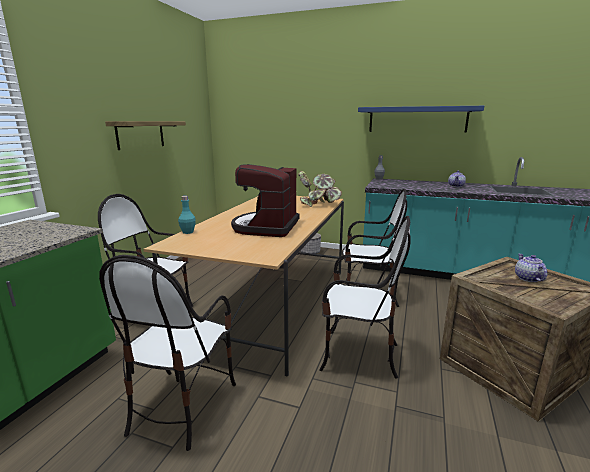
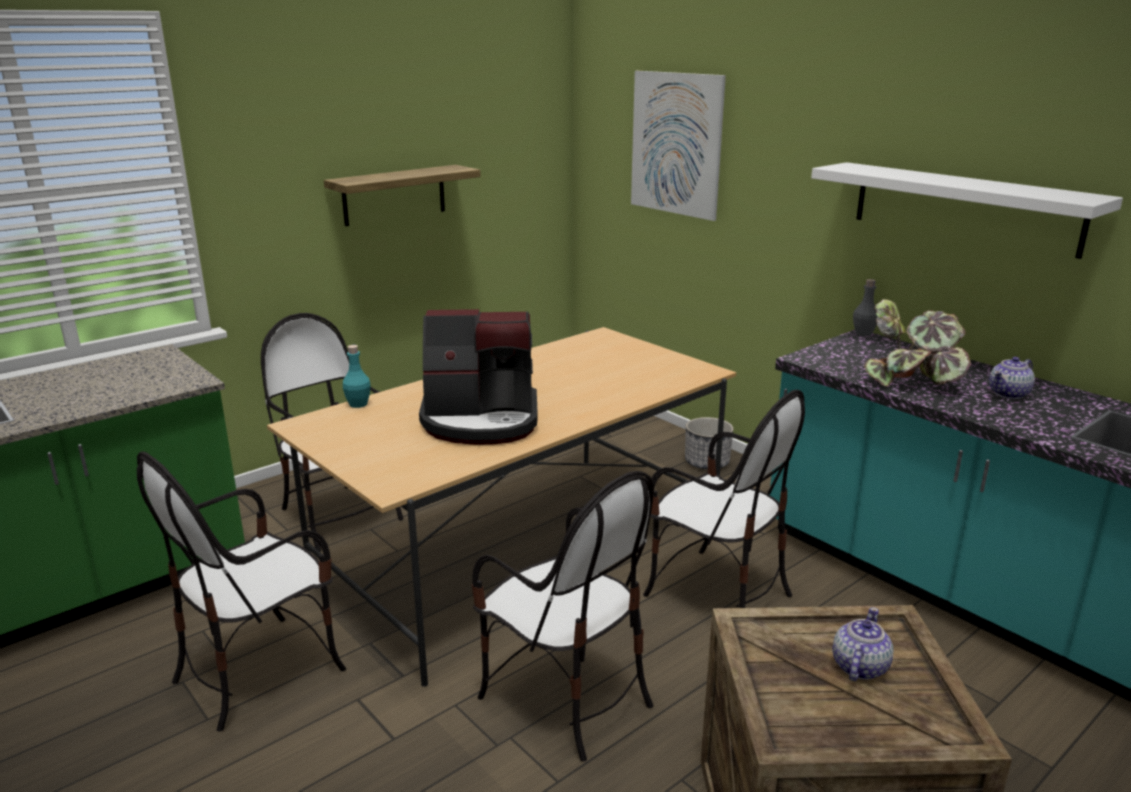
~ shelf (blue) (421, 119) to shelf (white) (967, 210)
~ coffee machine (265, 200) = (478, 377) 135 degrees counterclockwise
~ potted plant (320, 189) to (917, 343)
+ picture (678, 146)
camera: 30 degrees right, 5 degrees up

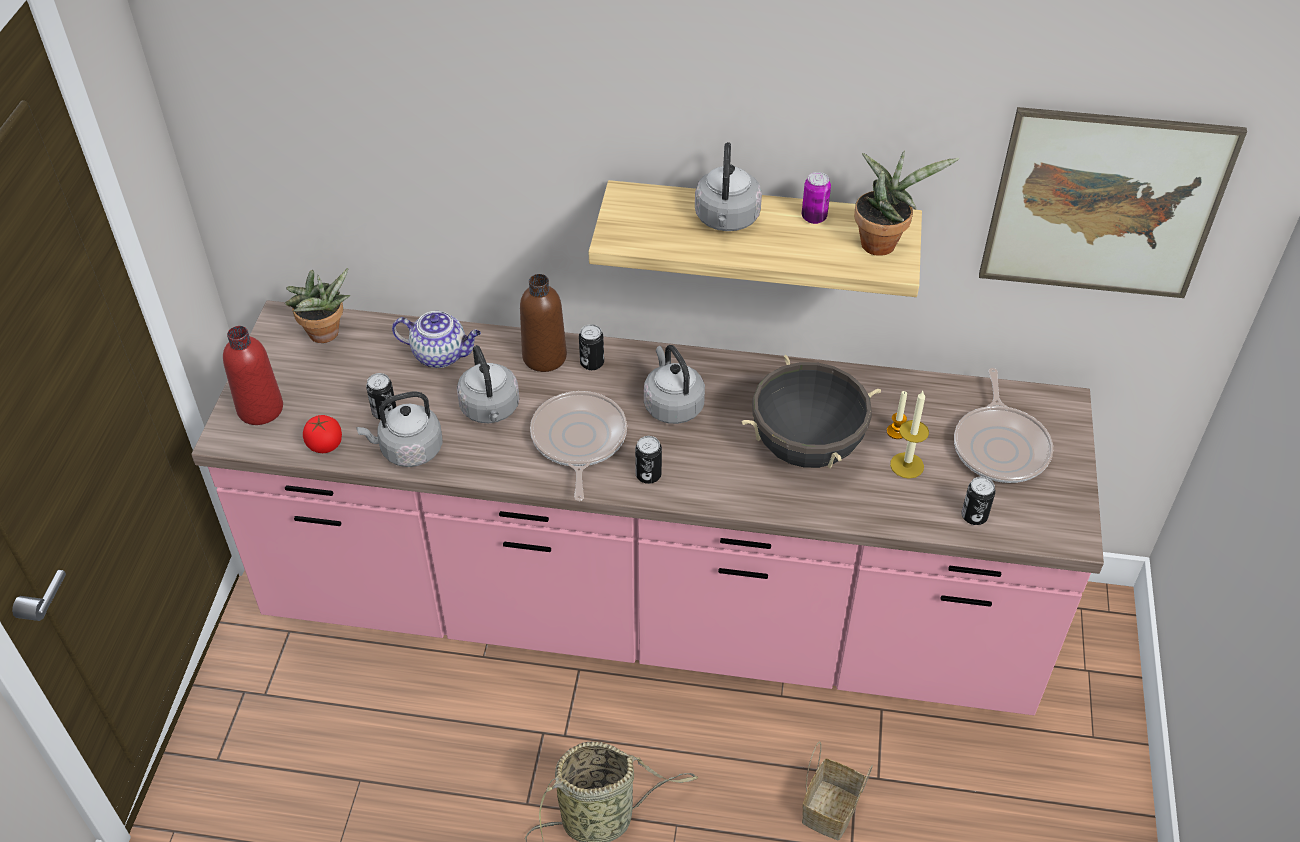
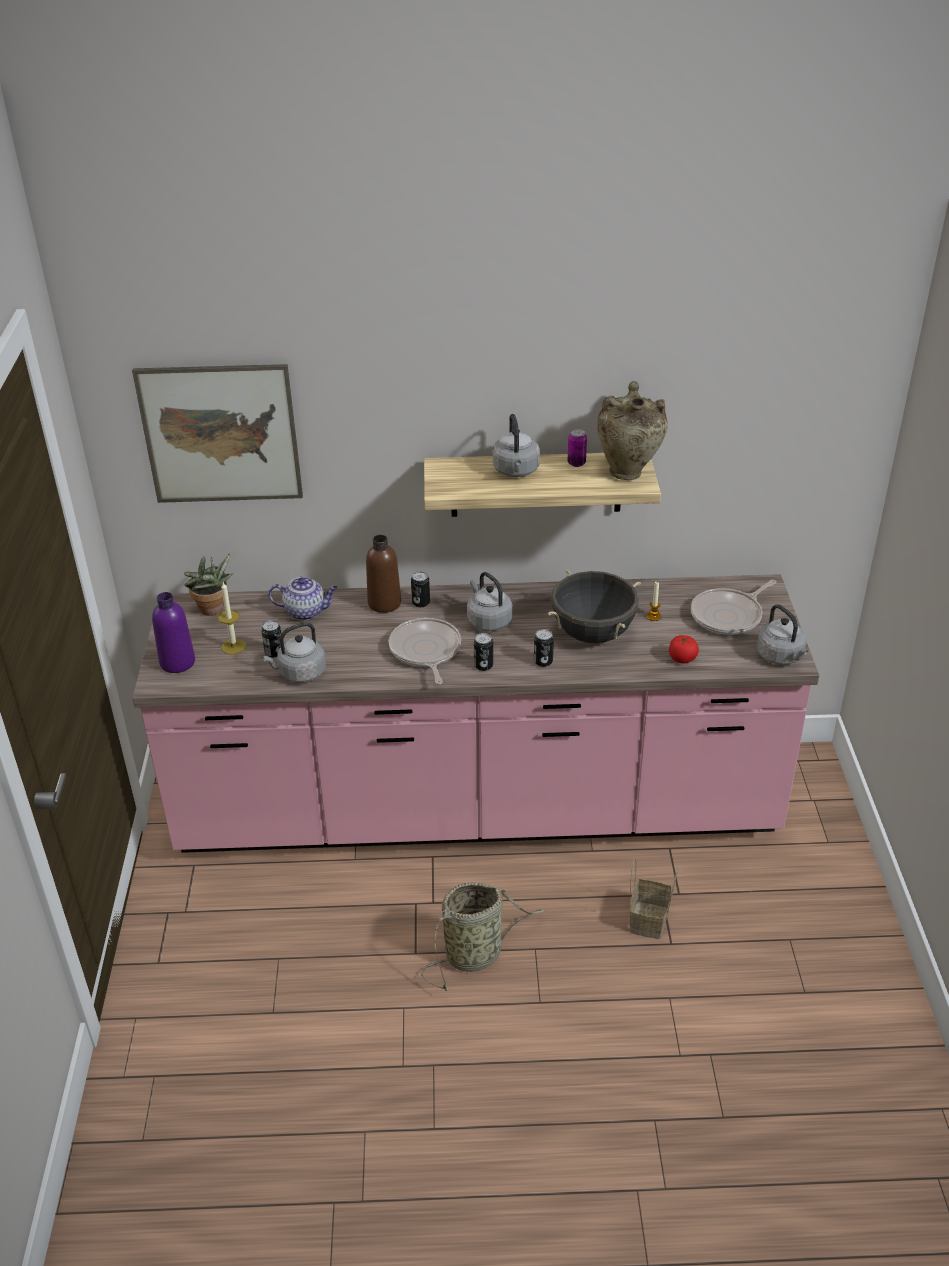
~ picture (1113, 202) to (217, 433)
~ potted plant (907, 203) to vase (beige) (632, 430)
~ bottle (red) (253, 375) to bottle (purple) (173, 632)
~ kettle (grey) (488, 384) to (782, 634)
~ frying pan (1003, 425) = (734, 607) 60 degrees clockwise
~ candle (909, 435) to (232, 618)
~ tomato (322, 434) to (684, 649)
~ can (978, 501) to (544, 648)
camera: 10 degrees left, 10 degrees down

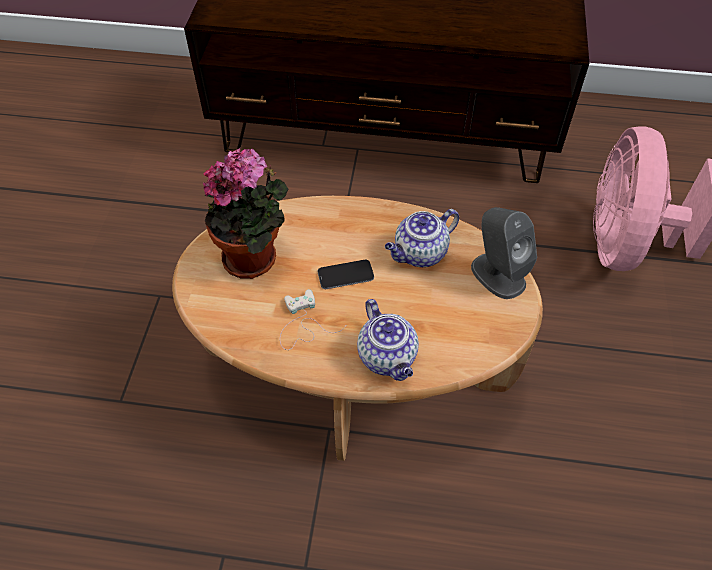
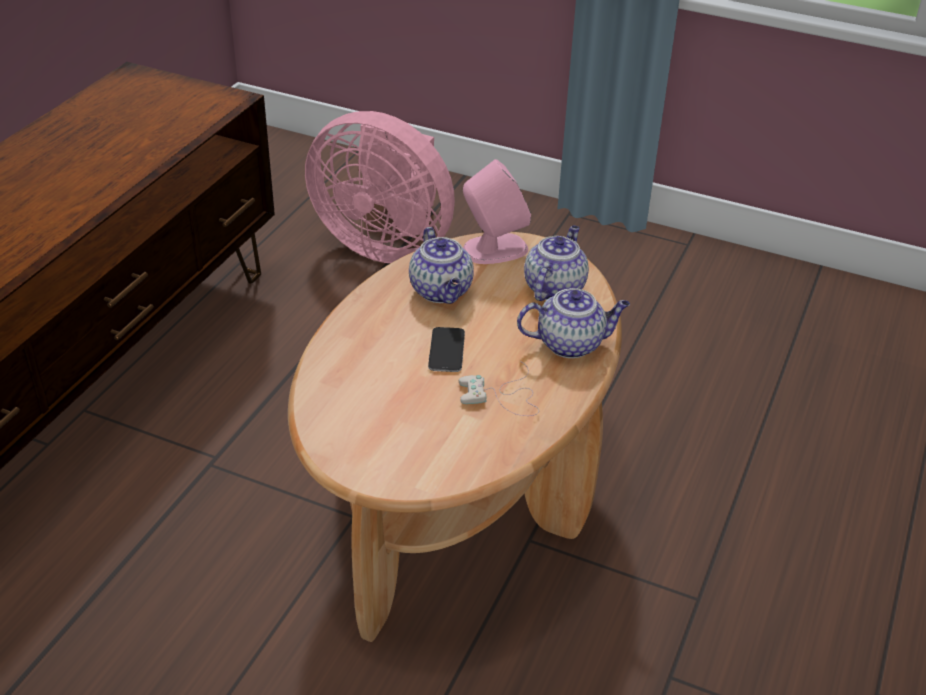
- potted plant (245, 213)
~ speaker (grey) (504, 253) to speaker (pink) (497, 211)
+ teapot (556, 263)
camera: 75 degrees left, 15 degrees down

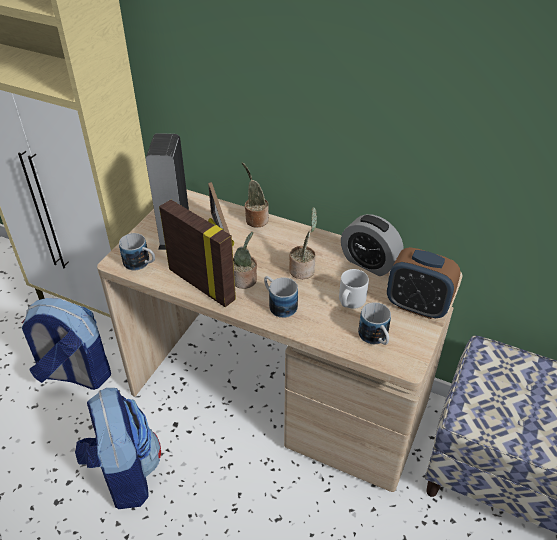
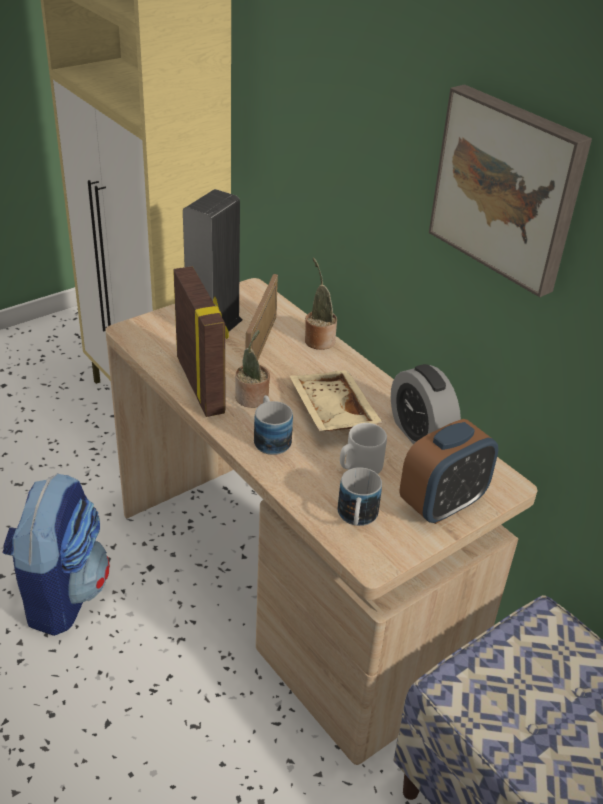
~ potted plant (303, 243) to tray (beige) (336, 400)
- mug (137, 251)
~ alarm clock (424, 283) = (448, 471) 90 degrees counterclockwise
- backpack (66, 344)
+ picture (510, 190)
camera: 25 degrees right, 5 degrees down

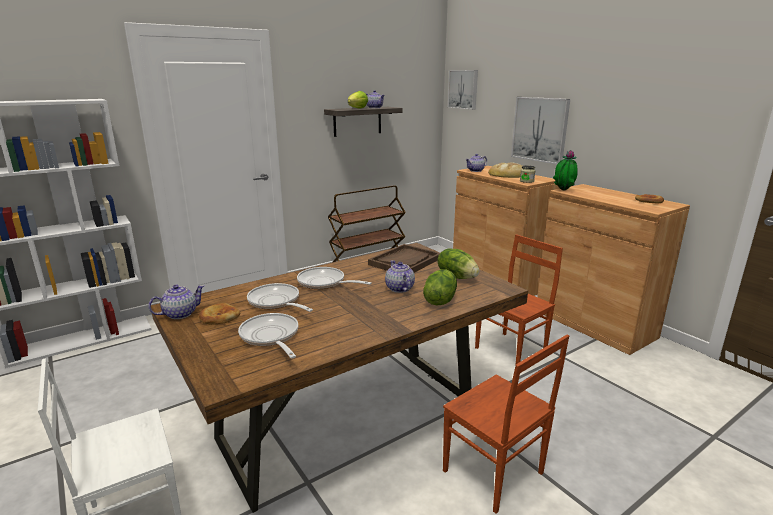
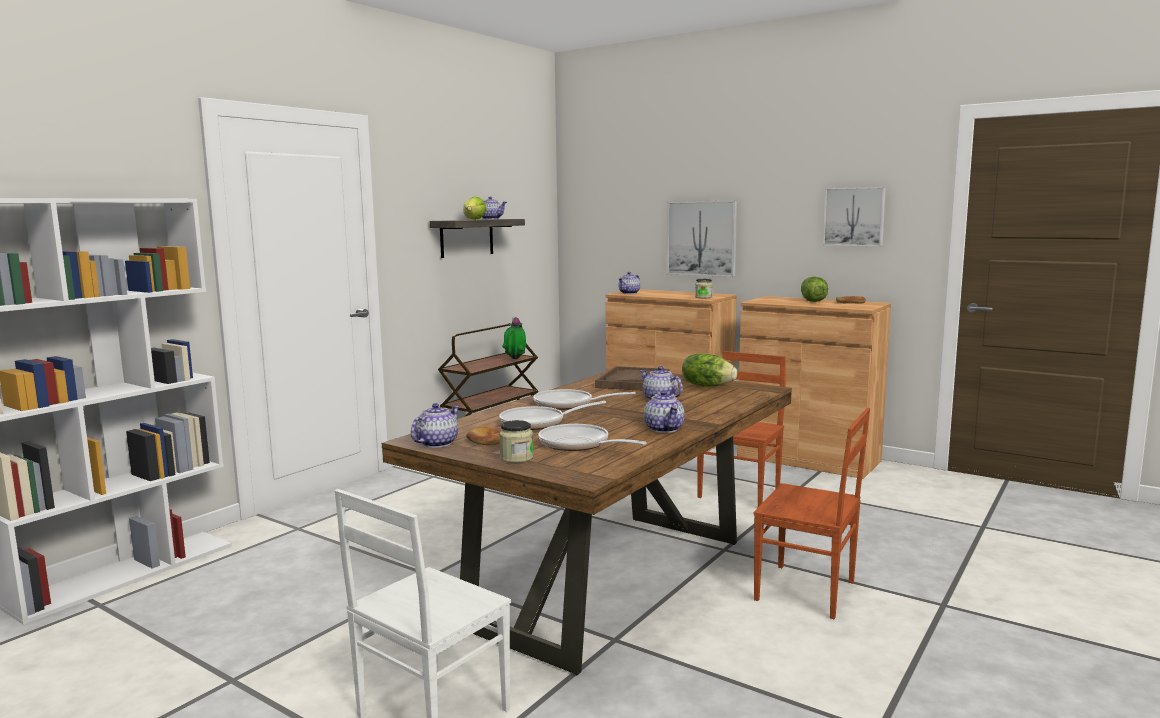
~ picture (463, 90) to (854, 216)
~ potted plant (565, 170) to (514, 338)
- bread (505, 170)
~ lettuce (440, 287) to (814, 289)
~ frying pan (280, 297) = (552, 415) 45 degrees counterclockwise
+ teapot (664, 412)
+ jar (516, 441)
camera: 20 degrees left, 10 degrees down

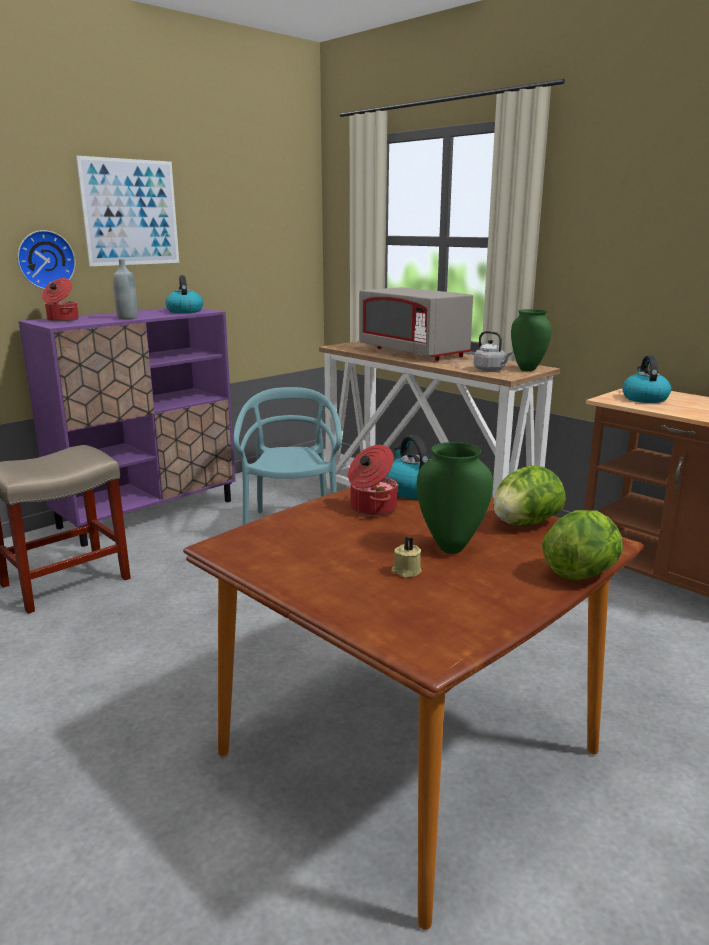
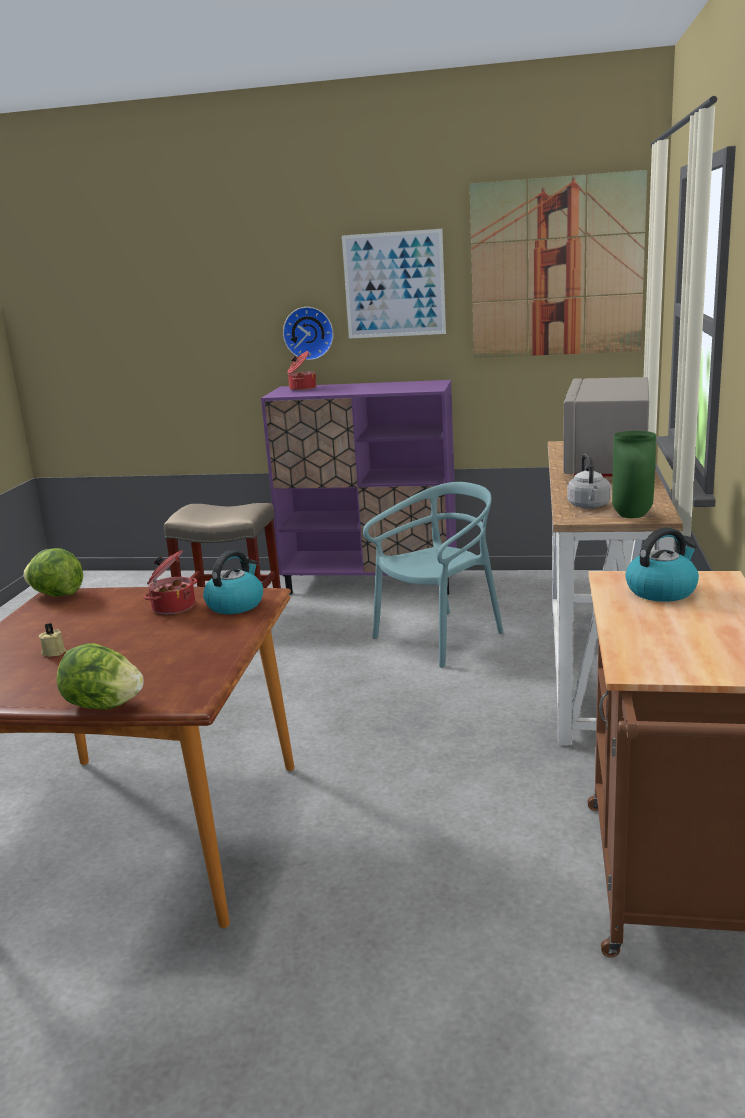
- bottle (grey) (125, 289)
- kettle (184, 294)
- vase (green) (455, 498)
~ lettuce (529, 496) to (53, 572)
+ picture (558, 264)
camera: 55 degrees right, 0 degrees up

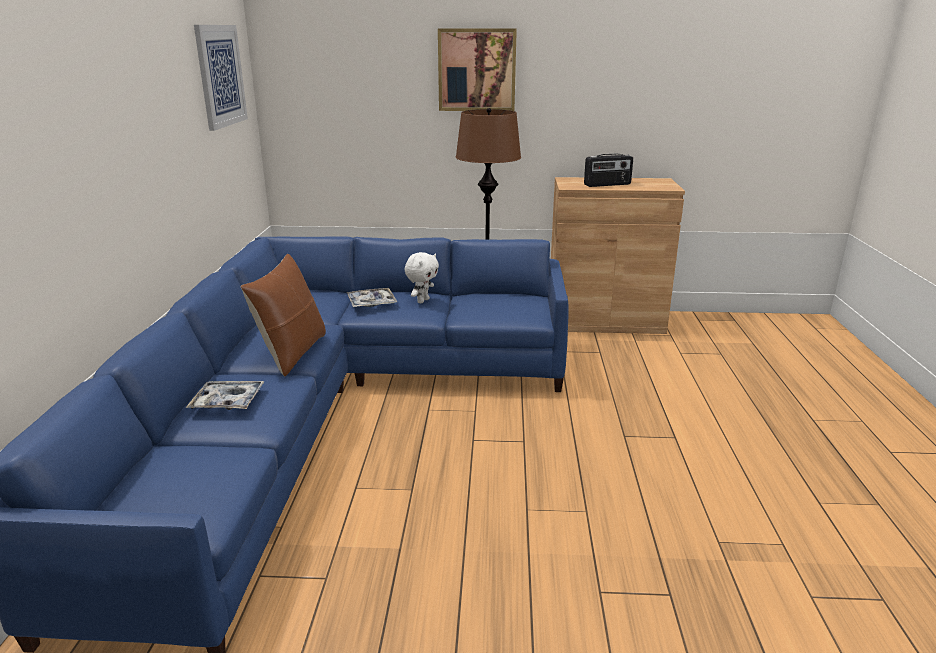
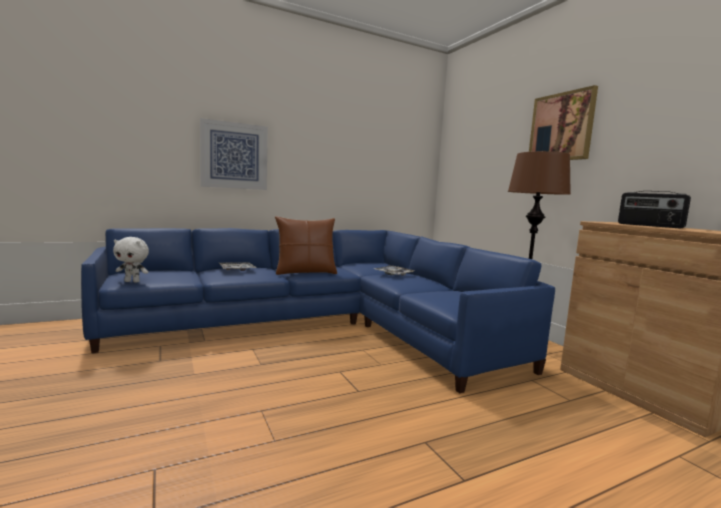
~ picture (221, 78) to (234, 154)
~ plush toy (white) (422, 277) to (131, 259)
camera: 60 degrees right, 15 degrees down

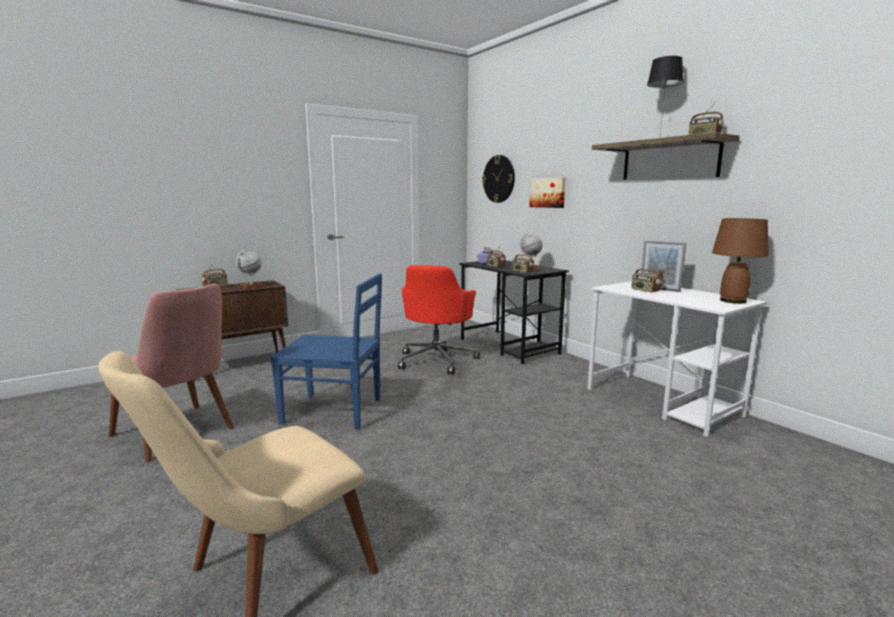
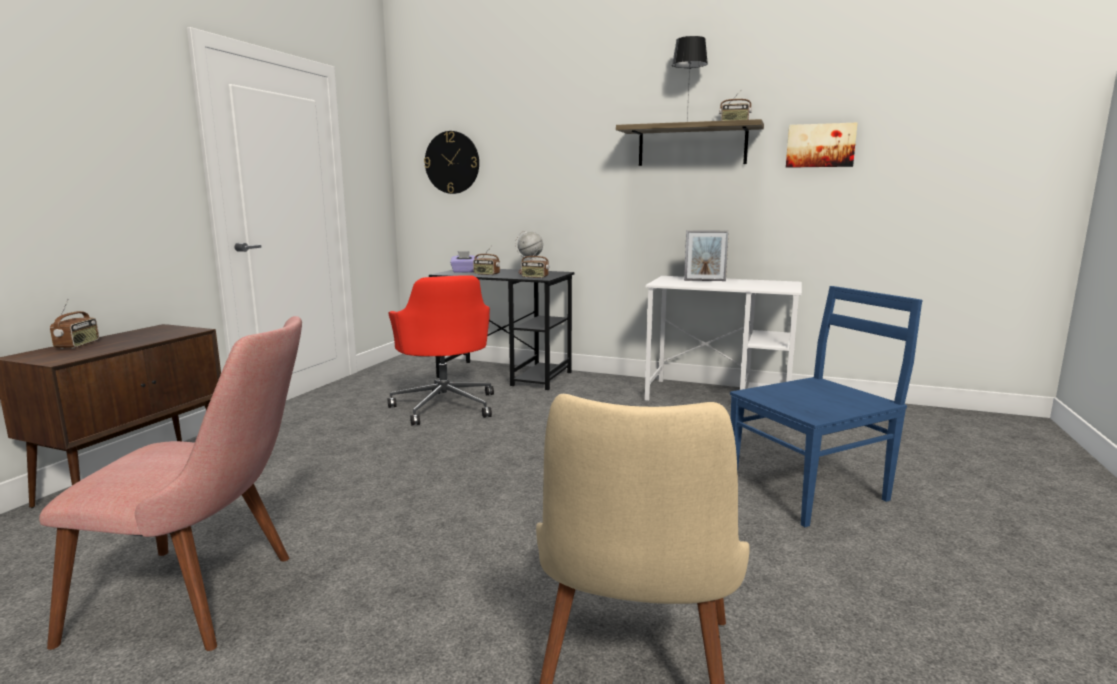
~ picture (547, 192) to (821, 145)
- table lamp (brown) (740, 261)
- globe (250, 269)
- radio (647, 277)
~ chair (blue) (326, 351) to (826, 406)
camera: 35 degrees left, 0 degrees up

